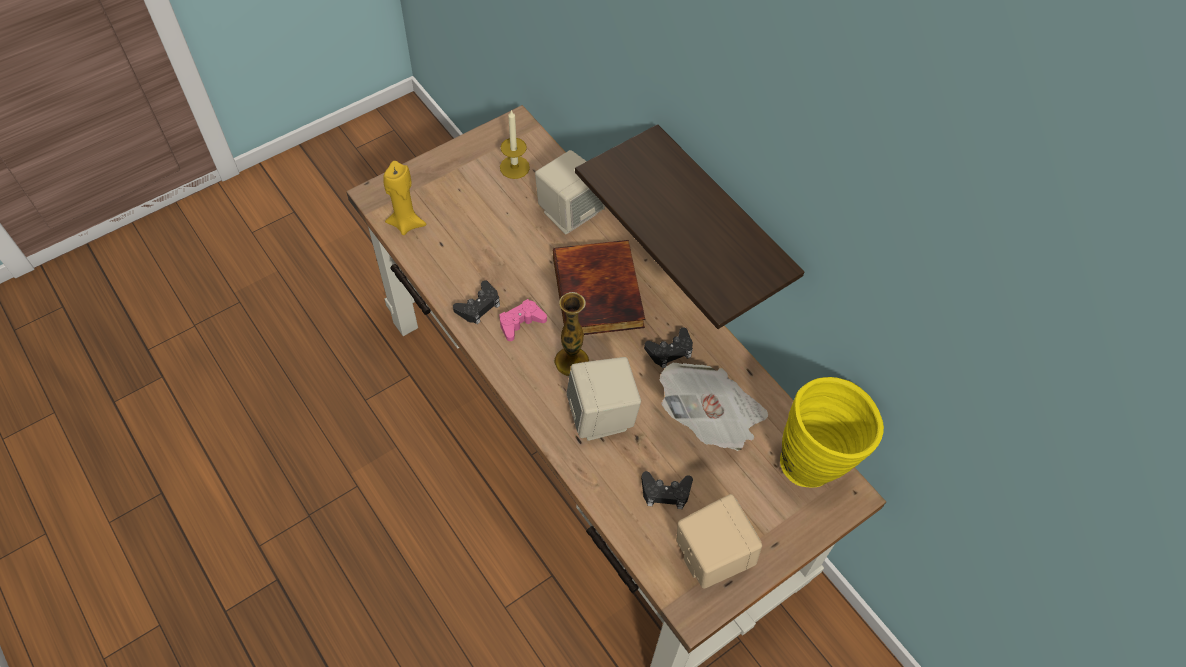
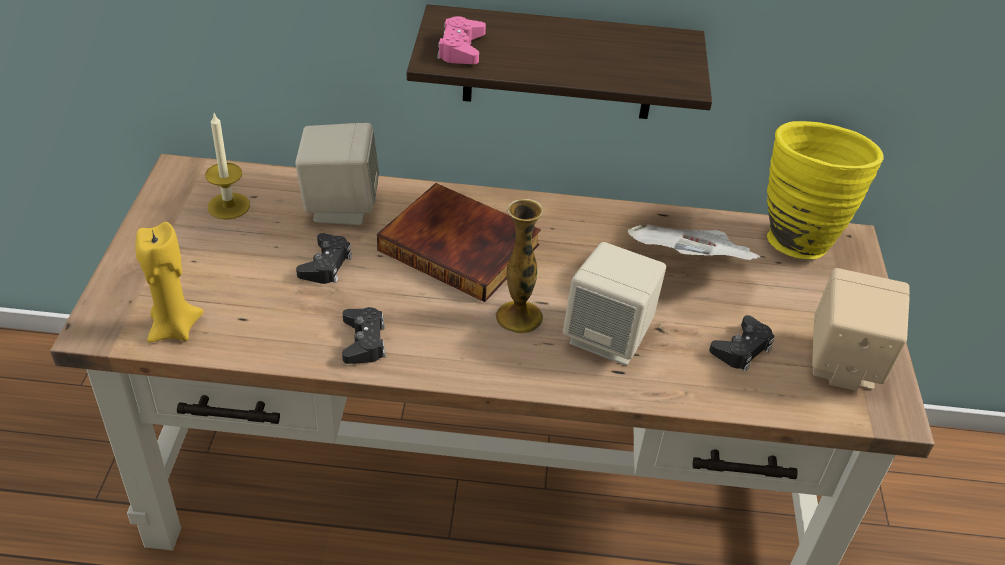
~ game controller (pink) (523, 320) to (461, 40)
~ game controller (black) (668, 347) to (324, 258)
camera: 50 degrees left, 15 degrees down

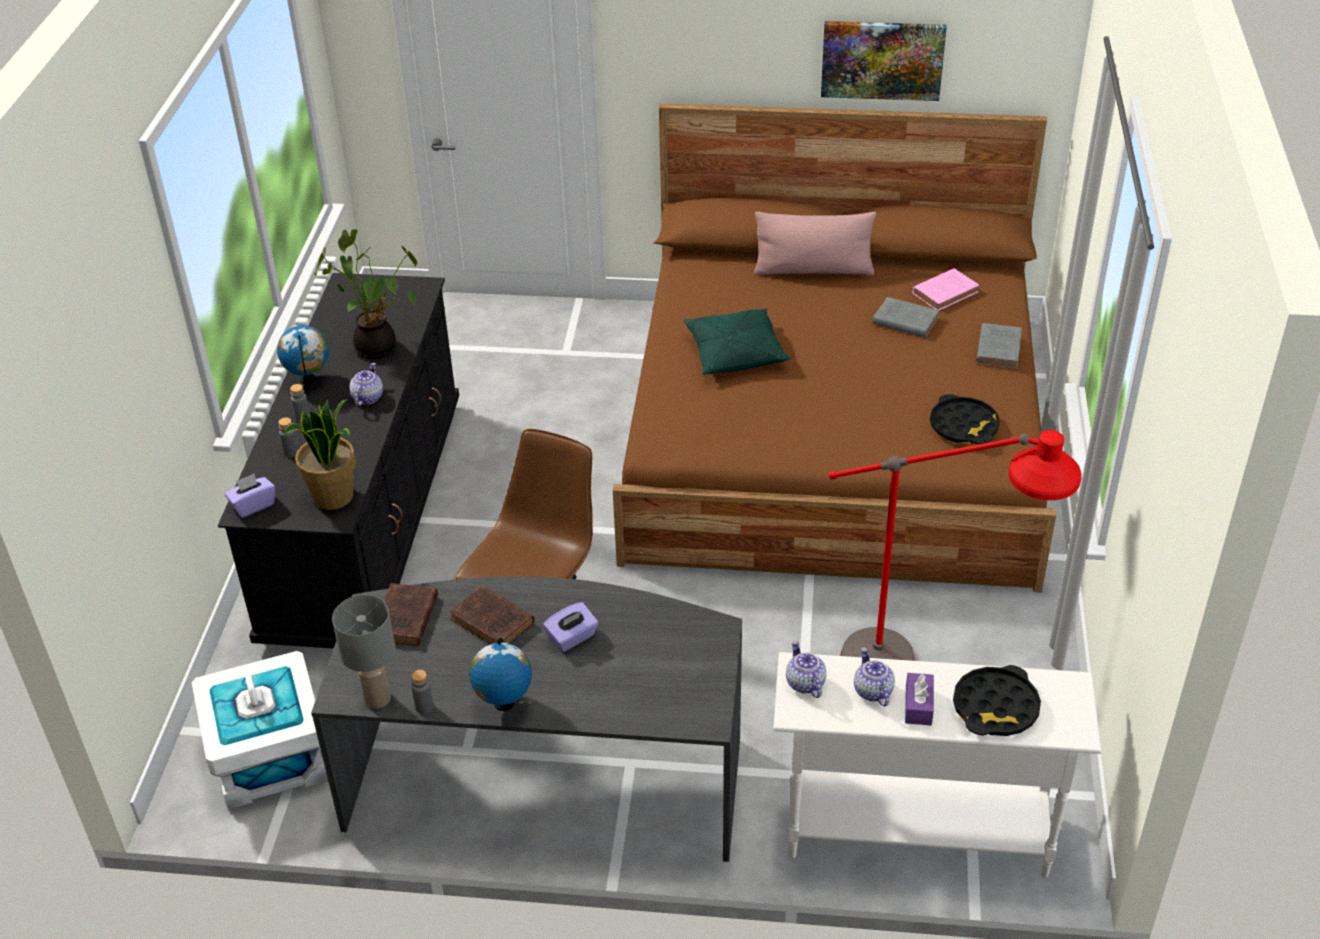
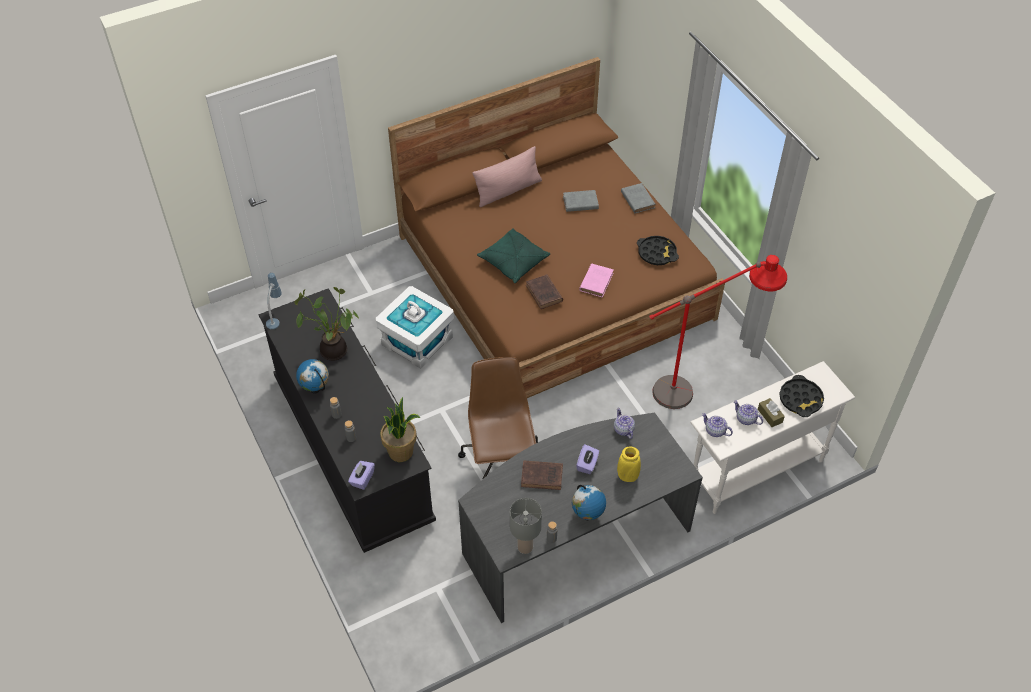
- picture (884, 61)
~ book (pink) (945, 289) to (596, 280)
~ teapot (366, 384) to (624, 423)
~ book (brown) (404, 614) to (544, 291)
~ storage box (white) (260, 730) to (415, 327)
~ tissue box (purple) (919, 699) to tissue box (brown) (771, 412)
+ table lamp (274, 301)
+ vase (yellow) (629, 464)
camera: 35 degrees left, 10 degrees up

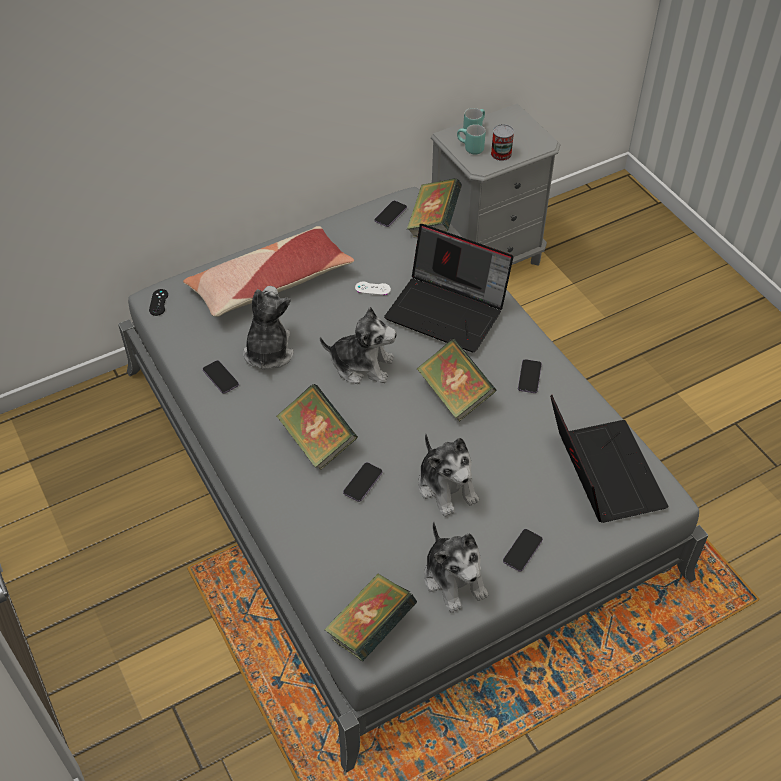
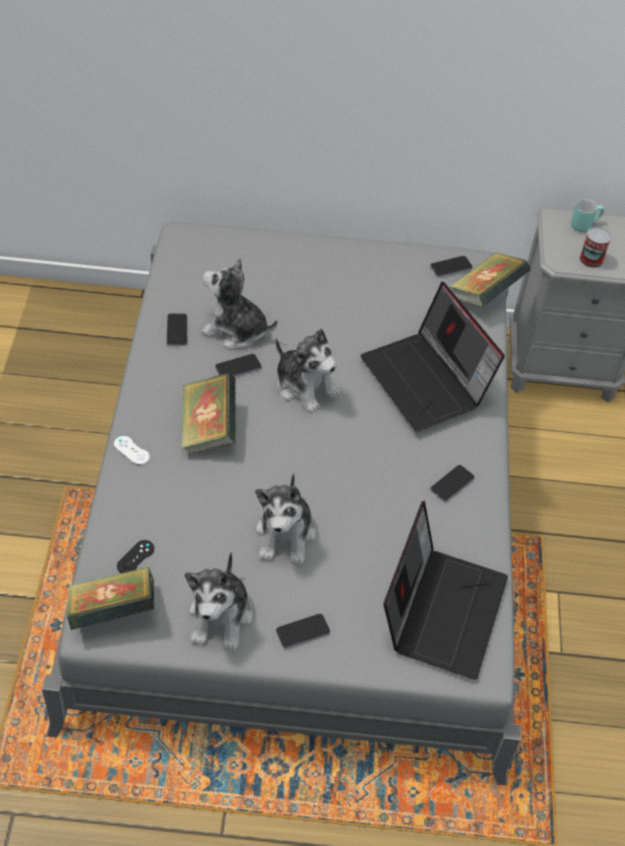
- mug (turquoise) (471, 139)
- pillow (268, 271)
~ game controller (white) (373, 288) to (132, 450)
~ plush toy (268, 328) = (240, 303) 105 degrees counterclockwise
~ game controller (black) (158, 302) to (135, 556)
- book (456, 380)
~ phone (363, 482) to (238, 365)
camera: 30 degrees right, 0 degrees up

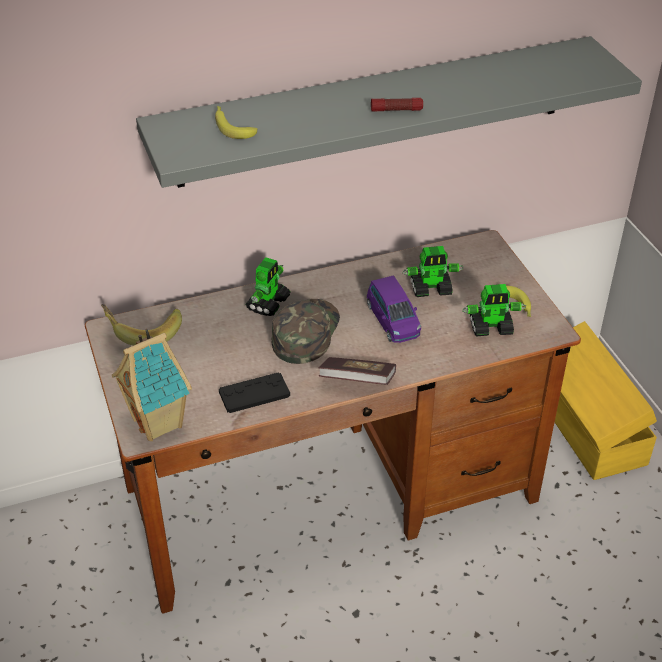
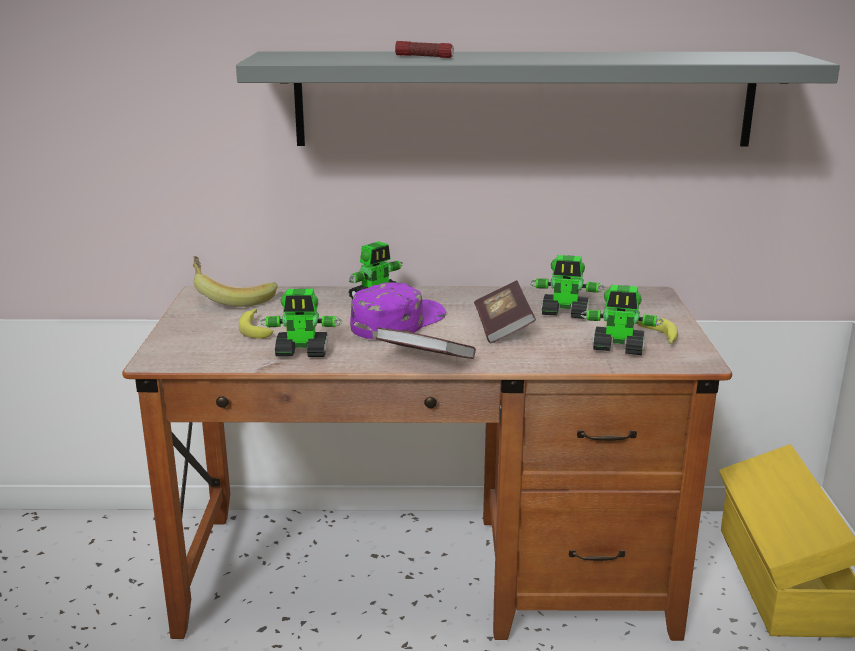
~ flashlight (397, 104) to (424, 49)
~ banana (236, 122) to (256, 323)
~ toy car (purple) (394, 309) to book (505, 311)
~ cap (green) (305, 331) to cap (purple) (398, 311)
- toy house (152, 385)
~ game controller (black) (254, 392) to toy robot (301, 323)
camera: 20 degrees right, 20 degrees down

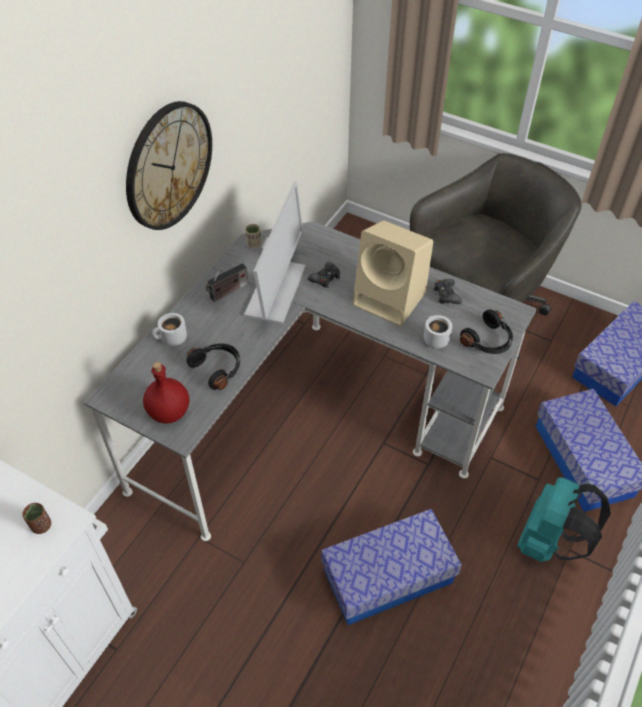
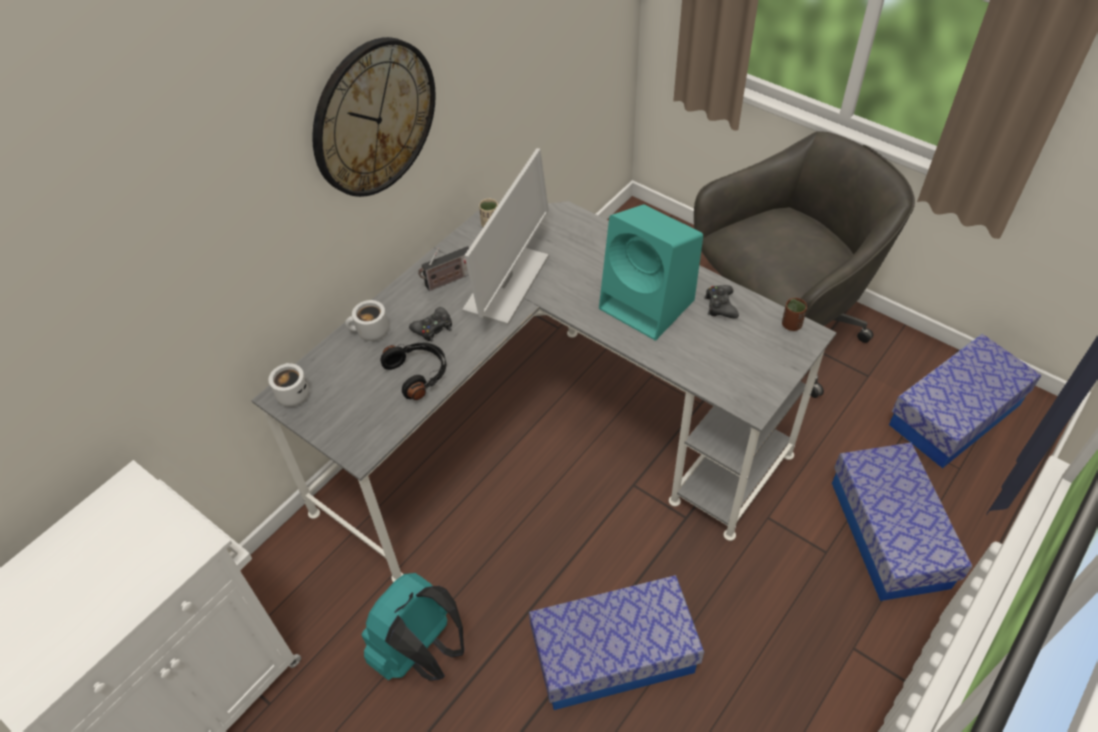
~ speaker (beige) (393, 273) to speaker (turquoise) (651, 272)
~ game controller (black) (324, 275) to (430, 324)
- headphones (black) (486, 331)
~ mug (white) (438, 332) to (289, 385)
- bottle (red) (166, 393)
~ backpack (turquoise) (564, 520) to (413, 627)
~ cup (brown) (36, 518) to (794, 314)
camera: 10 degrees right, 0 degrees up

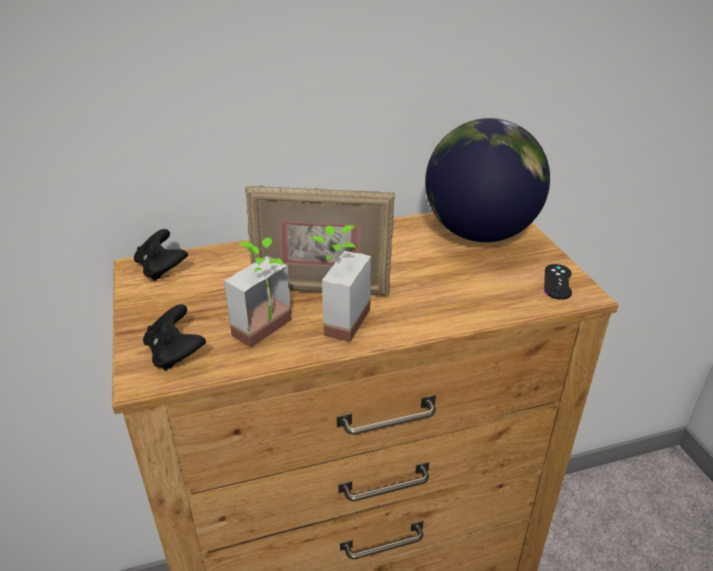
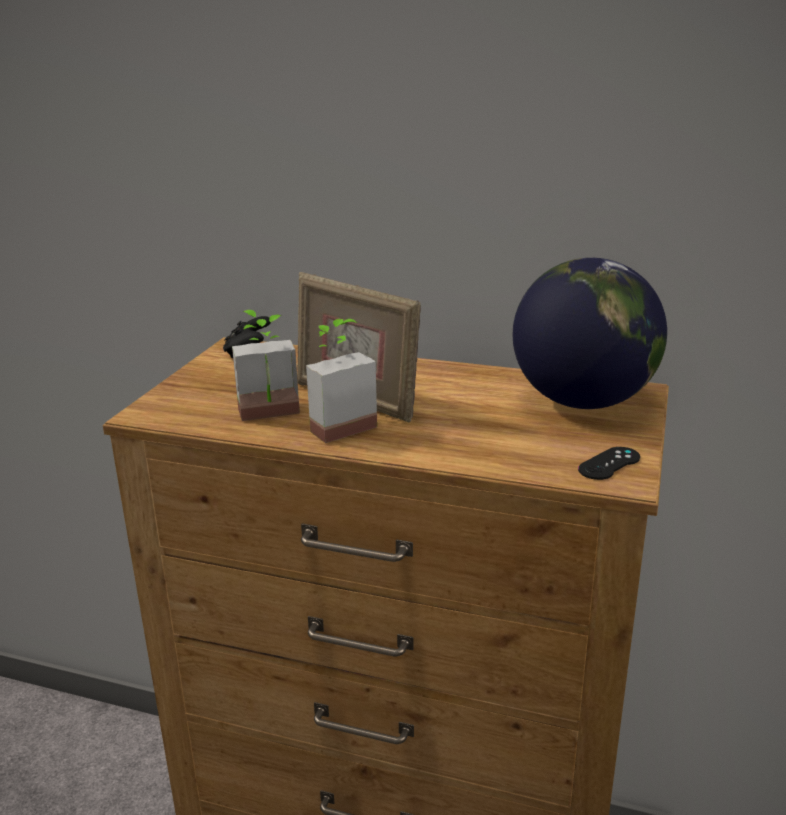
- game controller (black) (174, 337)
camera: 35 degrees right, 10 degrees down

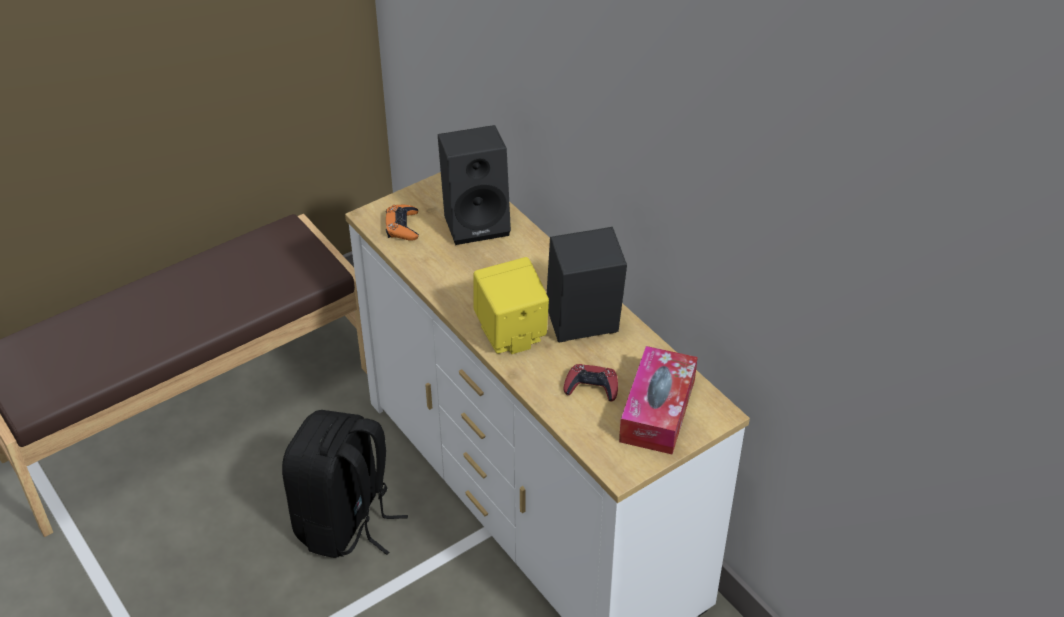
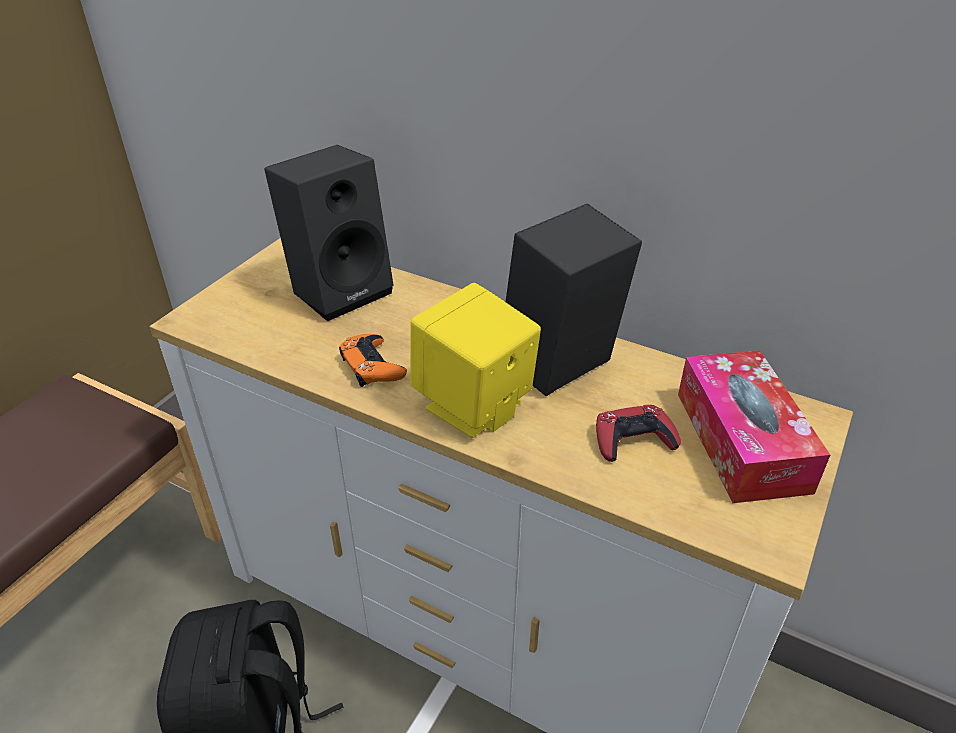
~ game controller (orange) (402, 222) to (373, 360)
camera: 25 degrees left, 5 degrees down

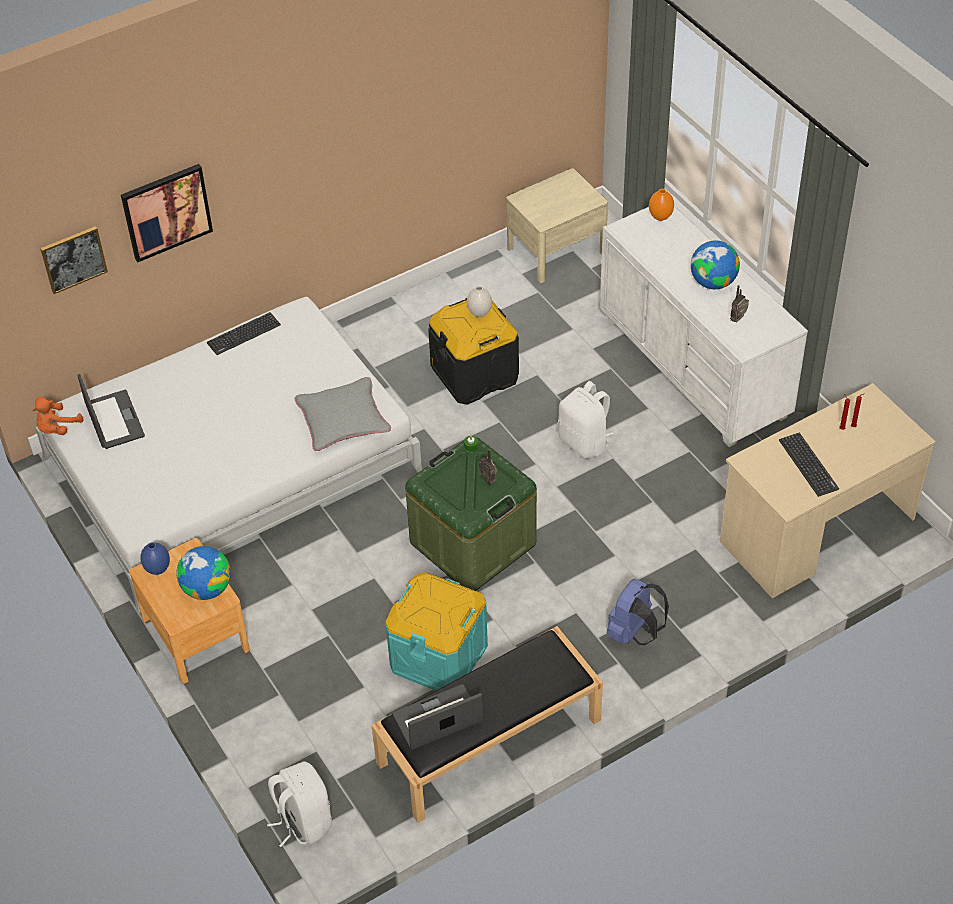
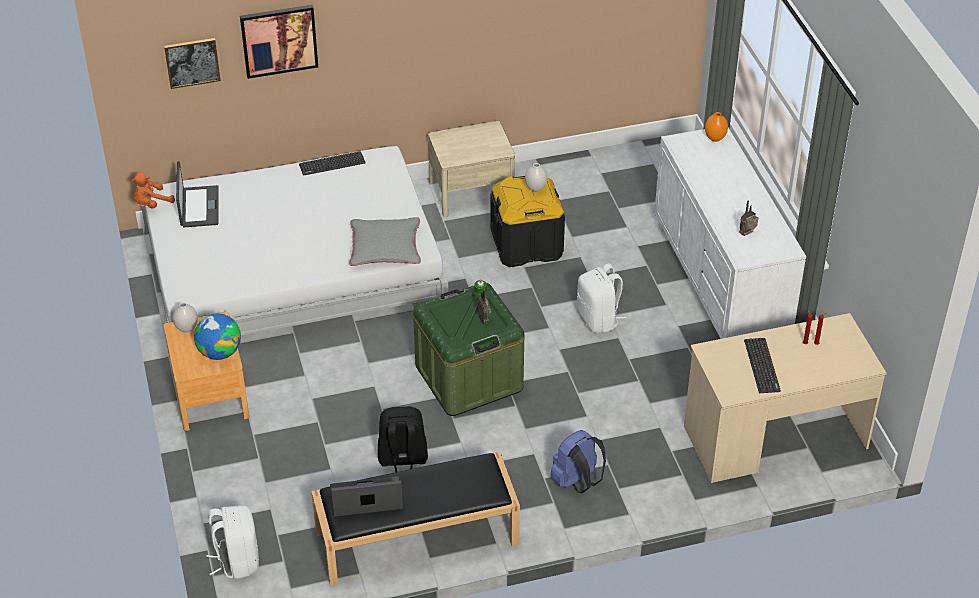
~ nightstand (beige) (557, 225) to (471, 169)
- globe (715, 264)
~ vase (blue) (155, 558) to vase (white) (185, 317)
~ storage box (turquoise) (436, 631) to backpack (black) (403, 439)
camera: 15 degrees right, 5 degrees down

